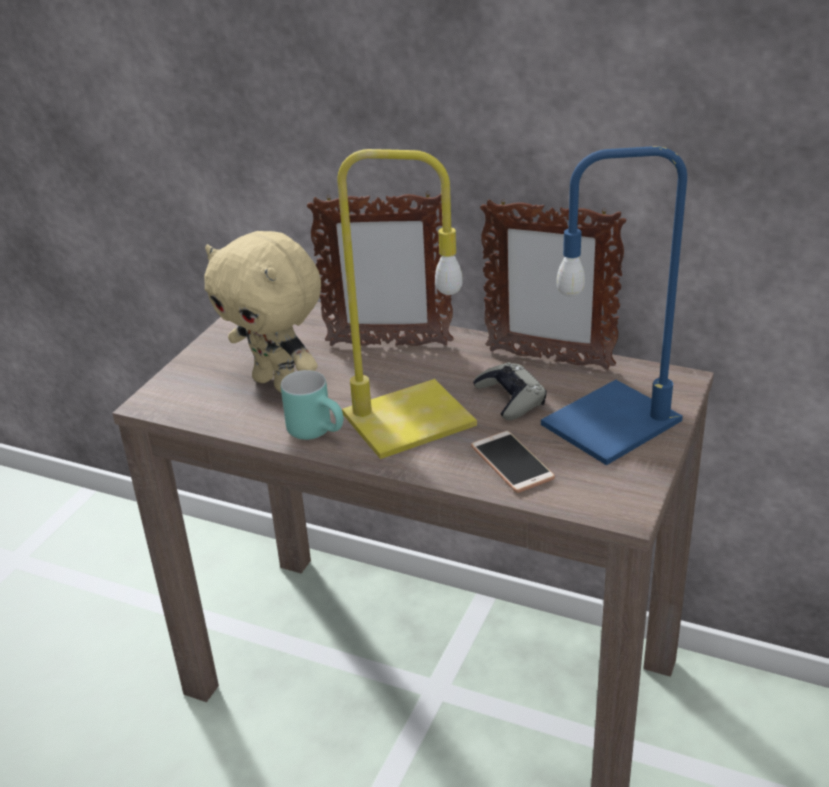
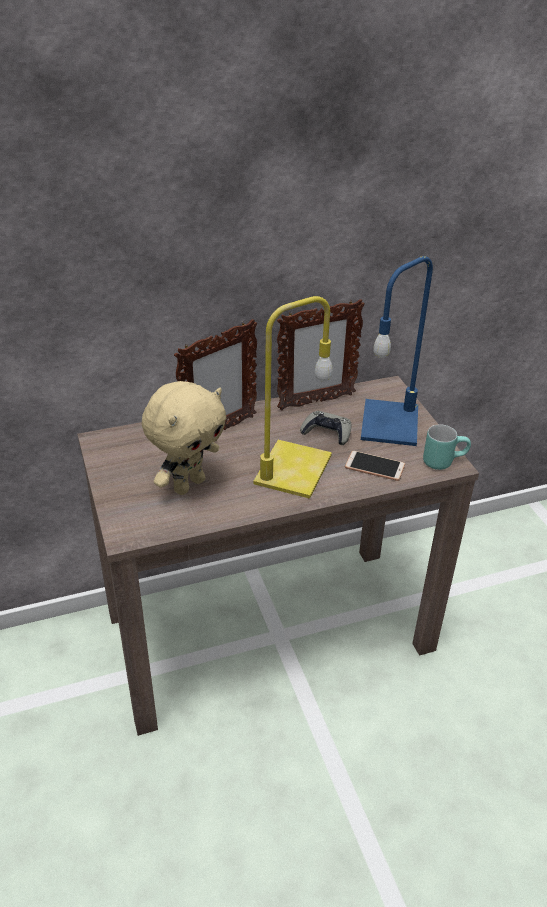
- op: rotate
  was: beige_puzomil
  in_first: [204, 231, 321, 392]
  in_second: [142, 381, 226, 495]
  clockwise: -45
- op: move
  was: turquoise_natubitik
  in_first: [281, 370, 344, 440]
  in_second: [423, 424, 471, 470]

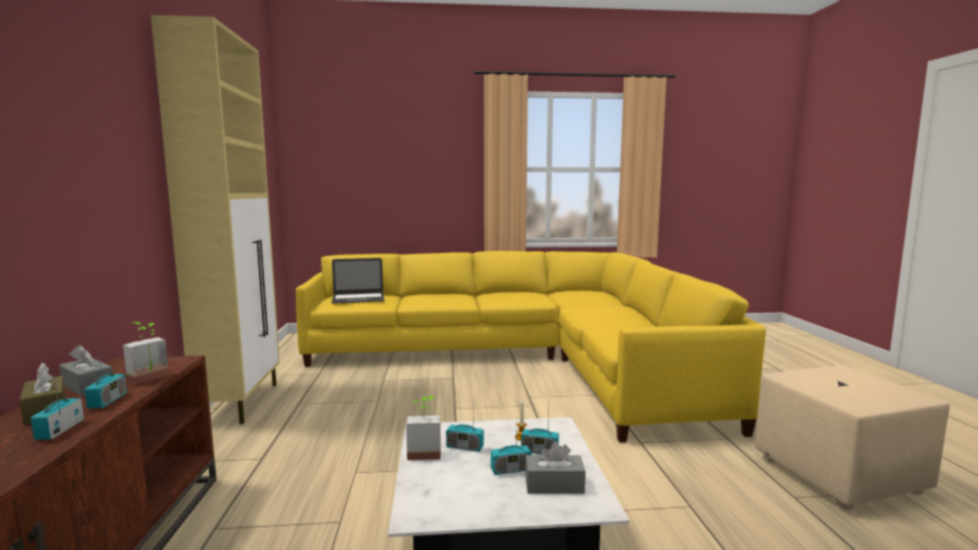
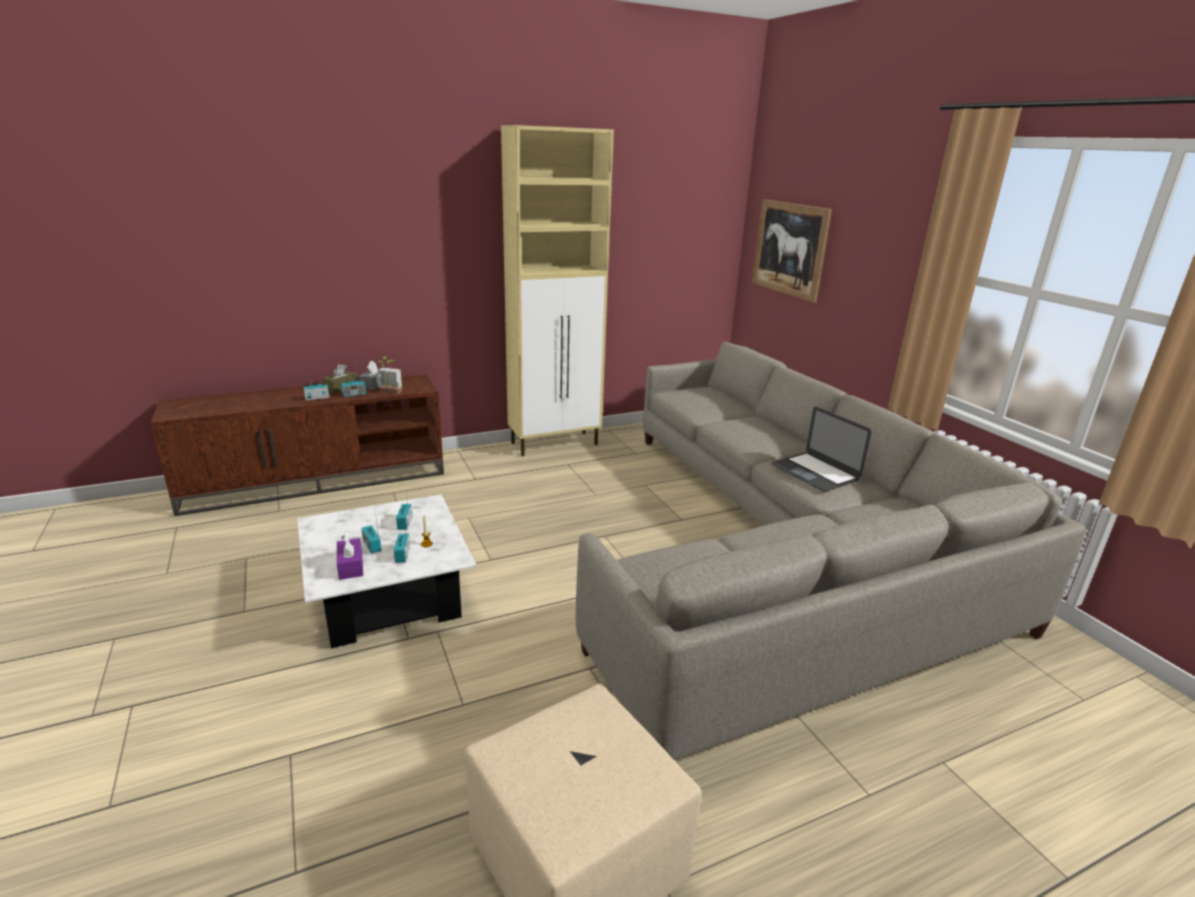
- op: recolor
  was: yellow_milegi
  now: grey_milegi
  in_first: [296, 251, 766, 442]
  in_second: [576, 342, 1086, 761]
- op: move
  was: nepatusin
  in_first: [331, 258, 384, 304]
  in_second: [771, 407, 872, 491]
- op: delete
  was: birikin
  in_first: [406, 396, 441, 460]
- op: recolor
  was: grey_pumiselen
  now: purple_pumiselen
  in_first: [525, 441, 586, 494]
  in_second: [337, 535, 363, 580]
- op: insert
  now: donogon
  in_second: [752, 199, 832, 303]

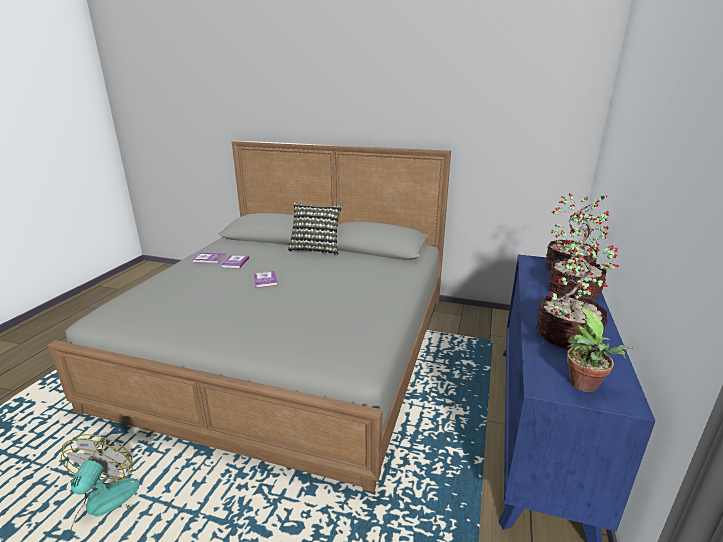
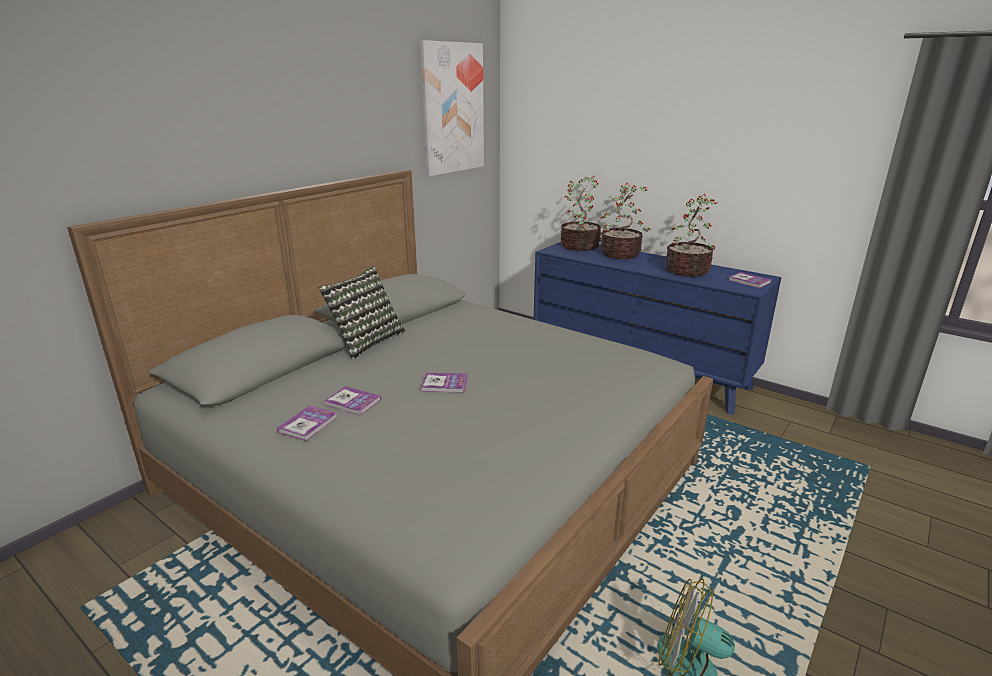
- op: replace
  was: birikin
  now: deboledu
  in_first: [567, 308, 634, 392]
  in_second: [729, 272, 772, 288]
- op: insert
  now: donogon
  in_second: [420, 40, 484, 177]

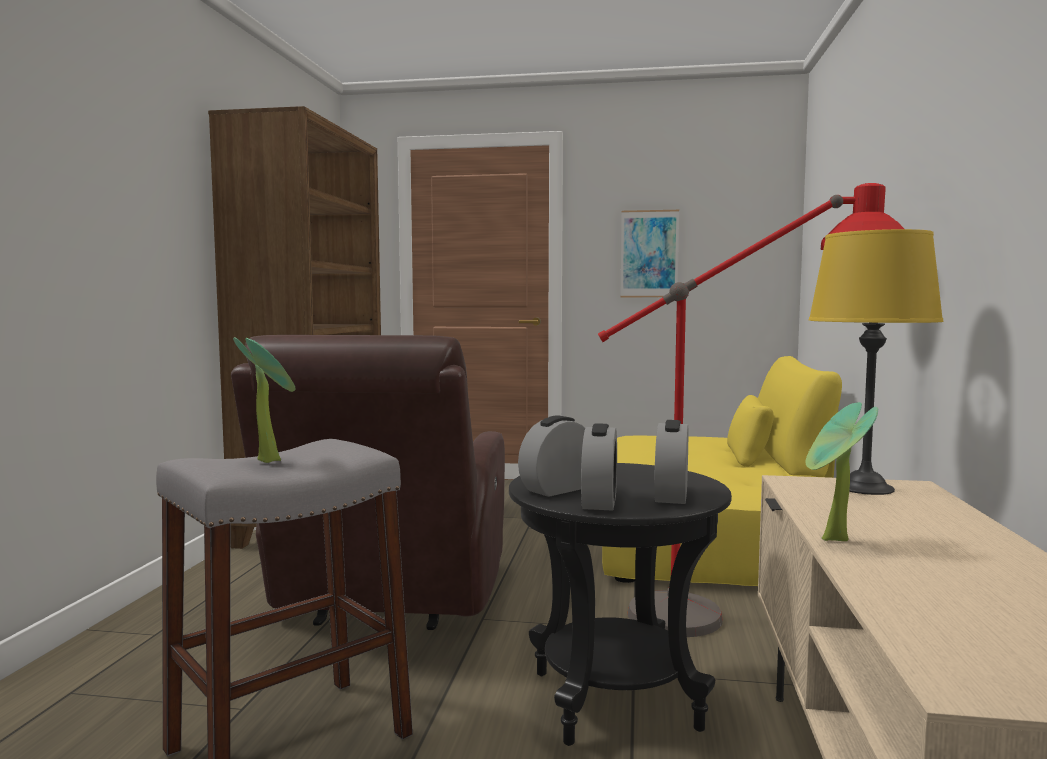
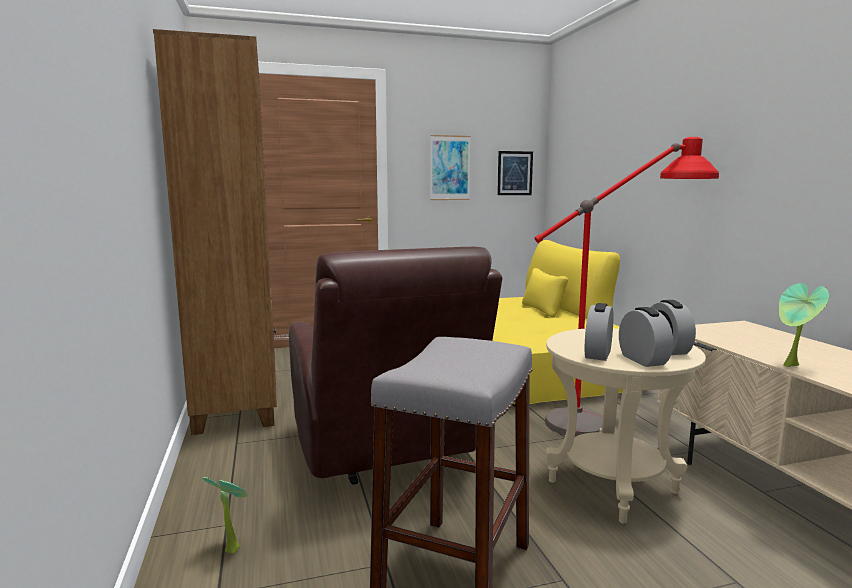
- op: delete
  was: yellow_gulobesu
  in_first: [809, 229, 943, 495]
- op: move
  was: birikin
  in_first: [233, 337, 296, 463]
  in_second: [202, 477, 248, 554]
- op: recolor
  was: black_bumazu
  now: beige_bumazu
  in_first: [509, 463, 732, 746]
  in_second: [546, 329, 706, 524]
- op: insert
  now: donogon
  in_second: [497, 151, 533, 195]

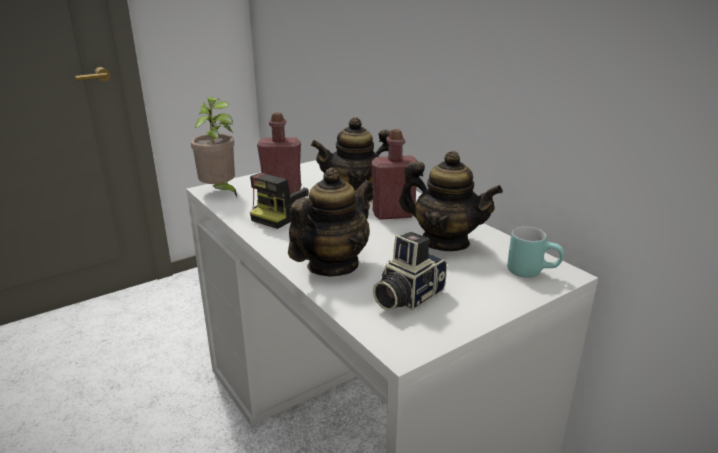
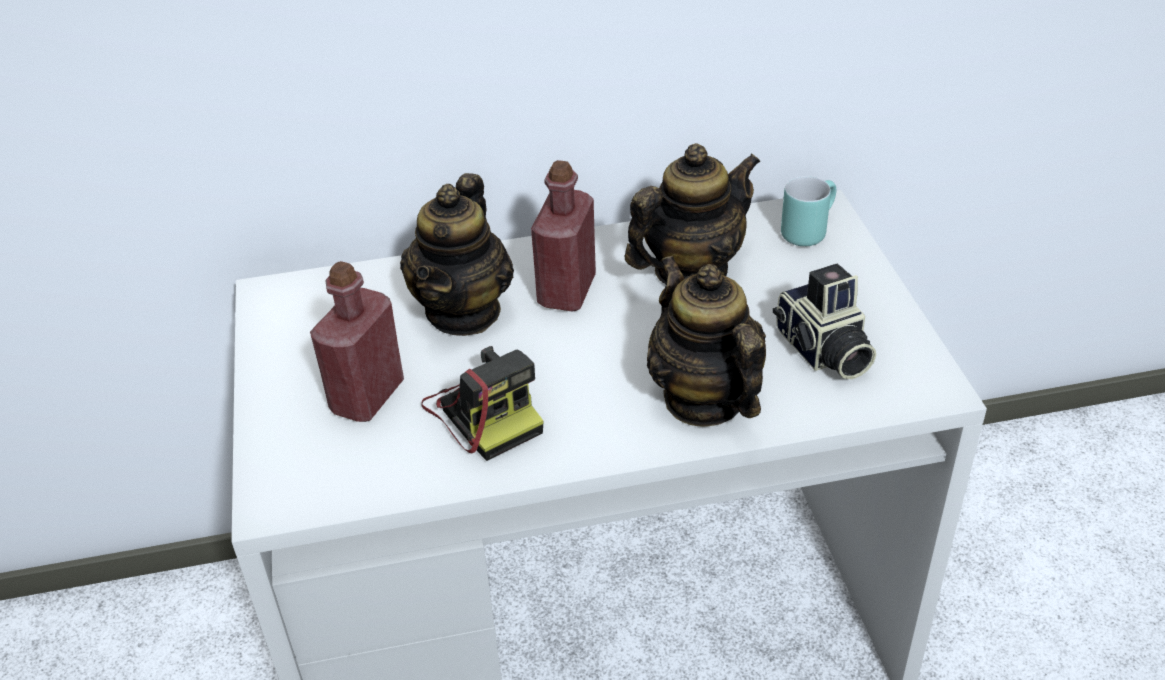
- op: delete
  was: birikin
  in_first: [191, 97, 237, 197]

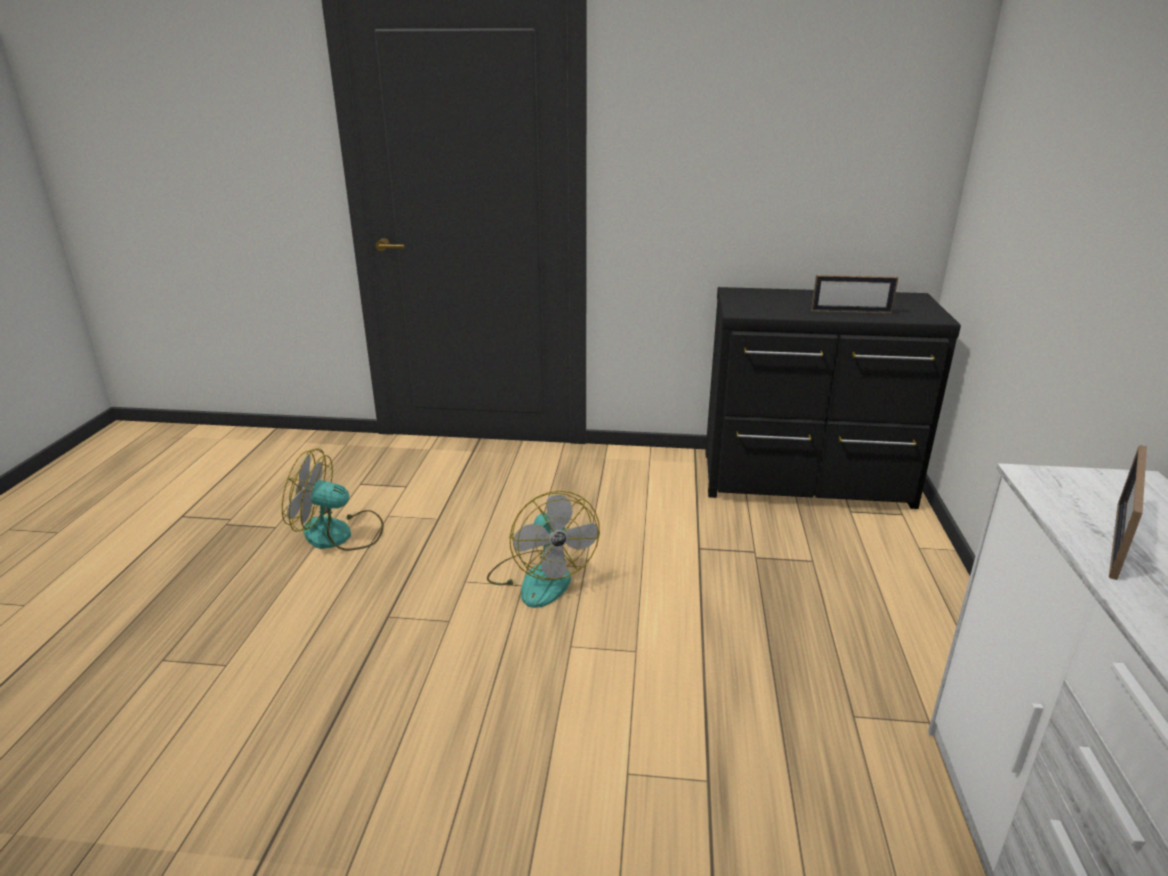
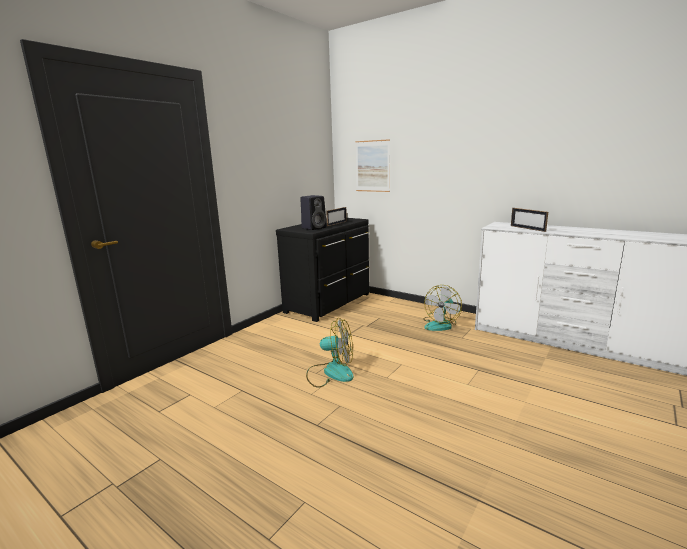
- op: move
  was: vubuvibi
  in_first: [282, 449, 384, 551]
  in_second: [423, 285, 462, 331]
- op: insert
  now: donogon
  in_second: [355, 139, 390, 192]
- op: insert
  now: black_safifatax
  in_second: [300, 195, 326, 230]

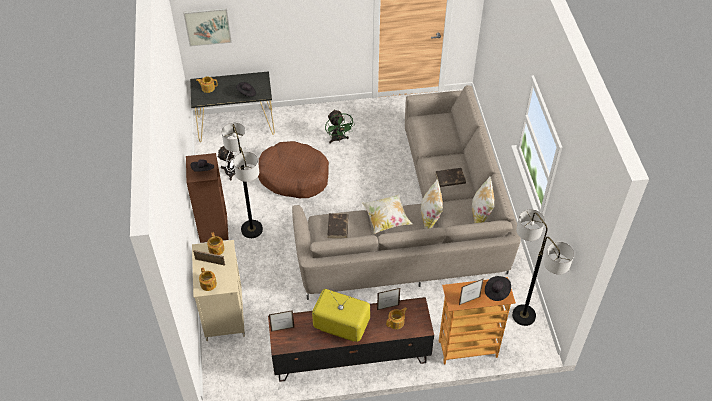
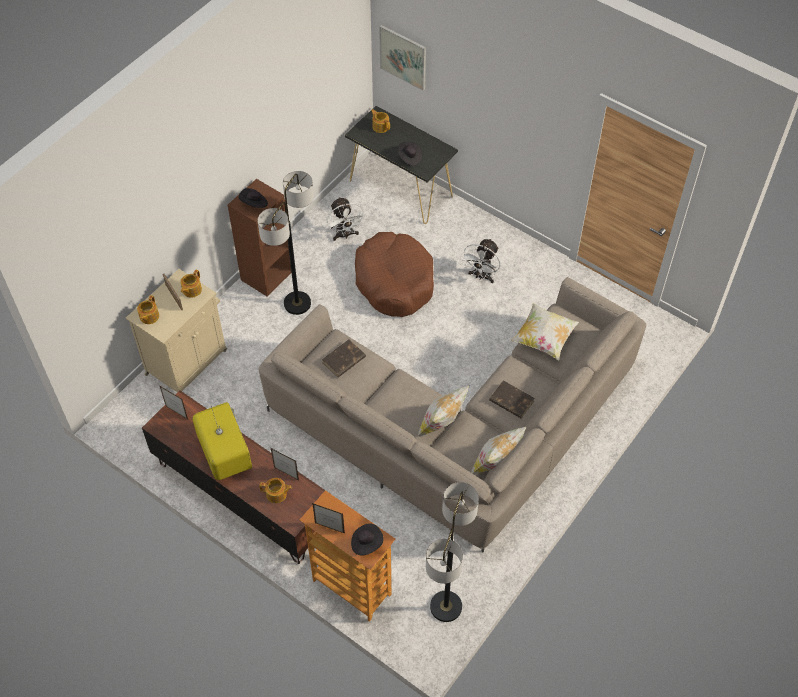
- op: recolor
  was: green_vubuvibi
  now: white_vubuvibi
  in_first: [325, 109, 355, 144]
  in_second: [461, 238, 500, 283]
- op: move
  was: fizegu
  in_first: [362, 194, 412, 234]
  in_second: [511, 303, 579, 361]

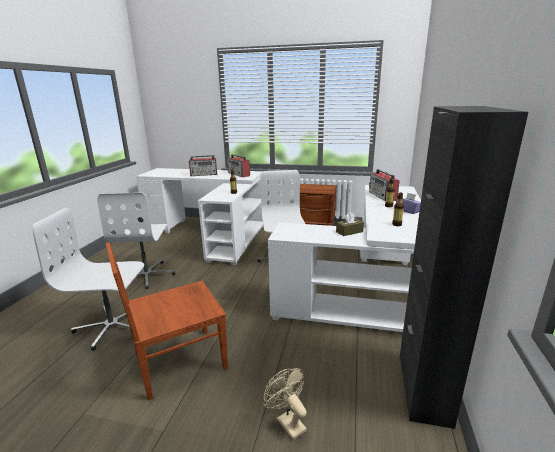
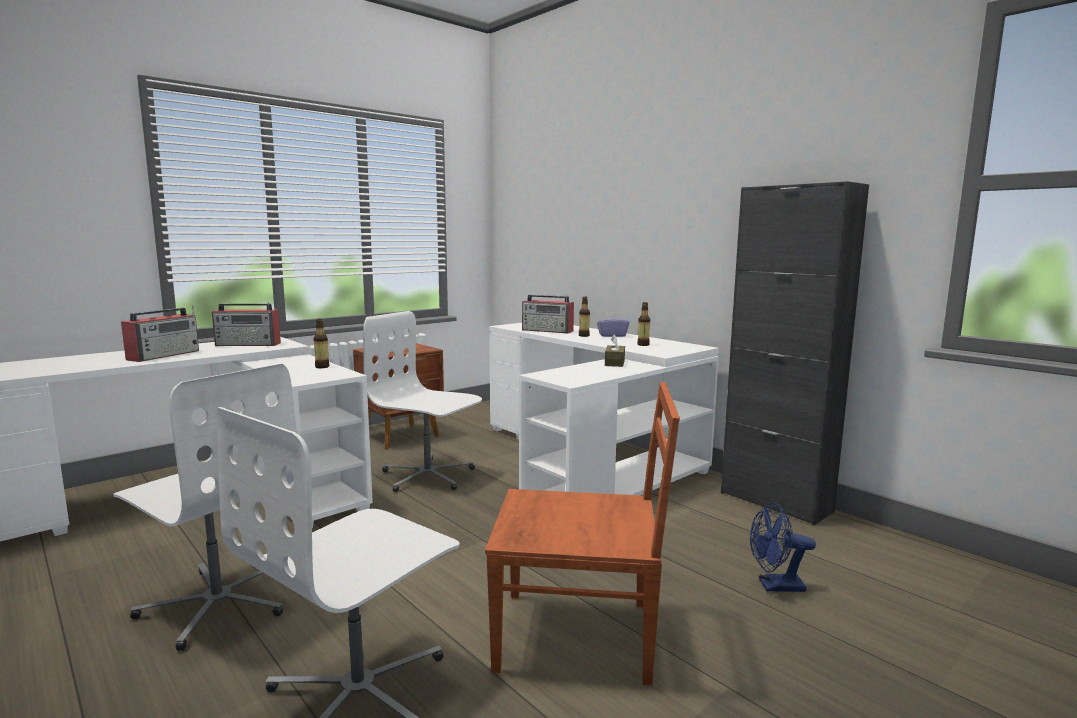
- op: rotate
  was: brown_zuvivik
  in_first: [106, 242, 228, 400]
  in_second: [485, 382, 680, 686]
  clockwise: -90
- op: recolor
  was: beige_vubuvibi
  now: blue_vubuvibi
  in_first: [263, 368, 307, 440]
  in_second: [750, 502, 816, 592]

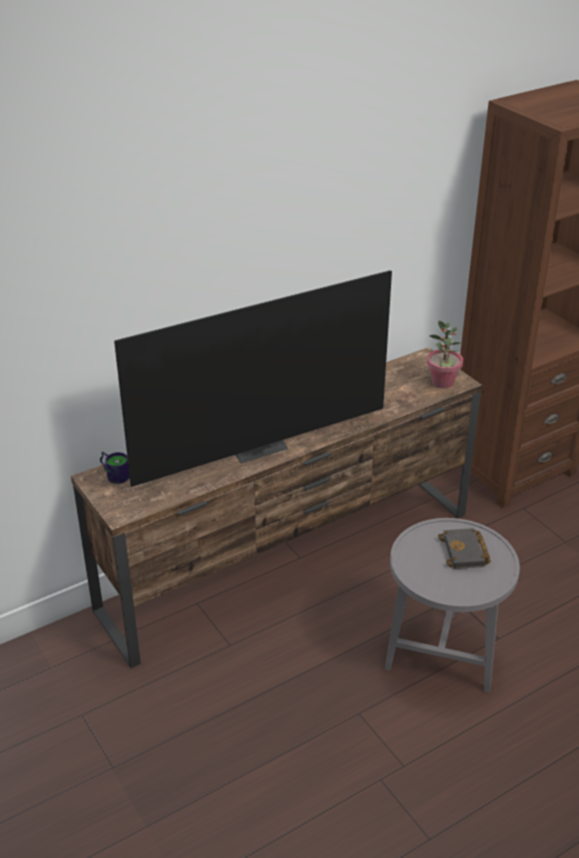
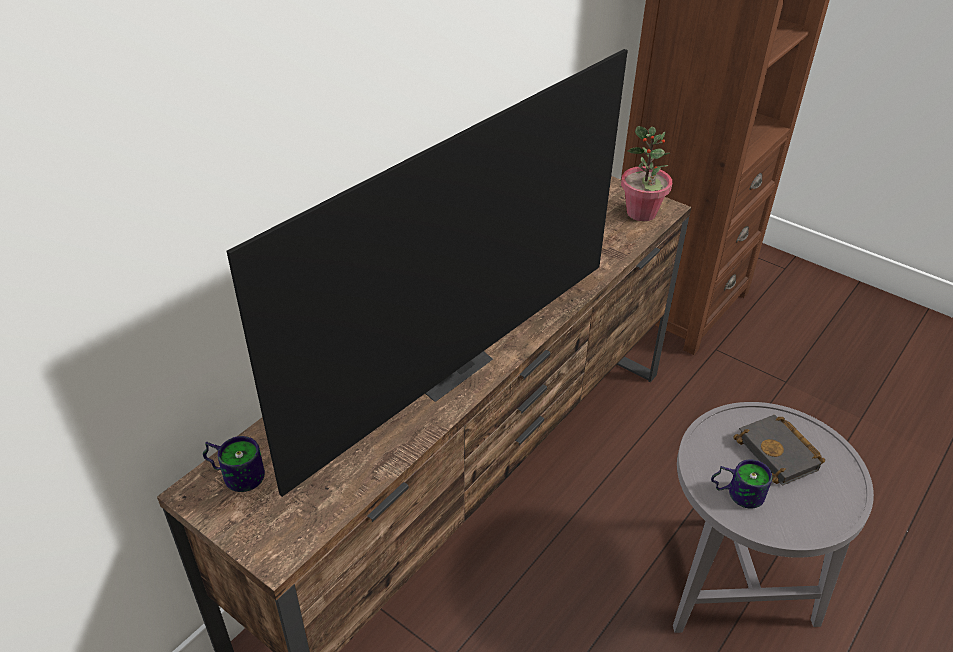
- op: insert
  now: natubitik
  in_second: [711, 459, 772, 509]

